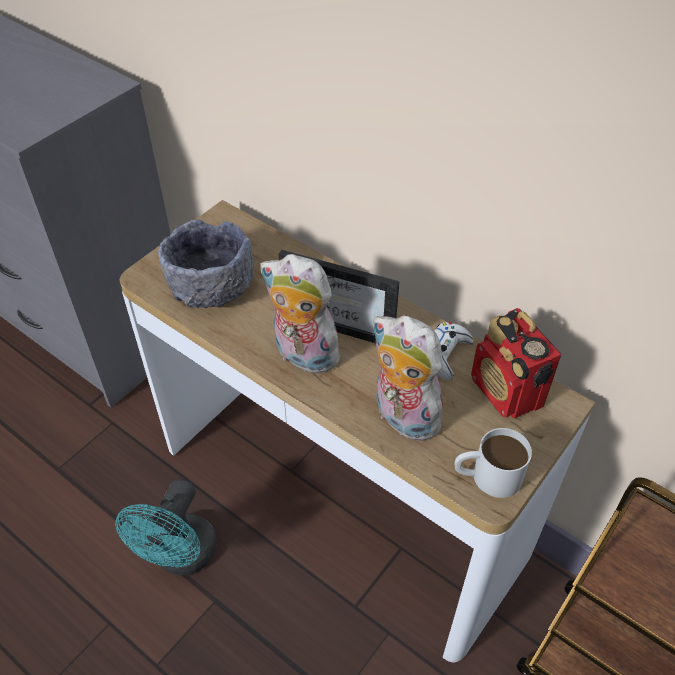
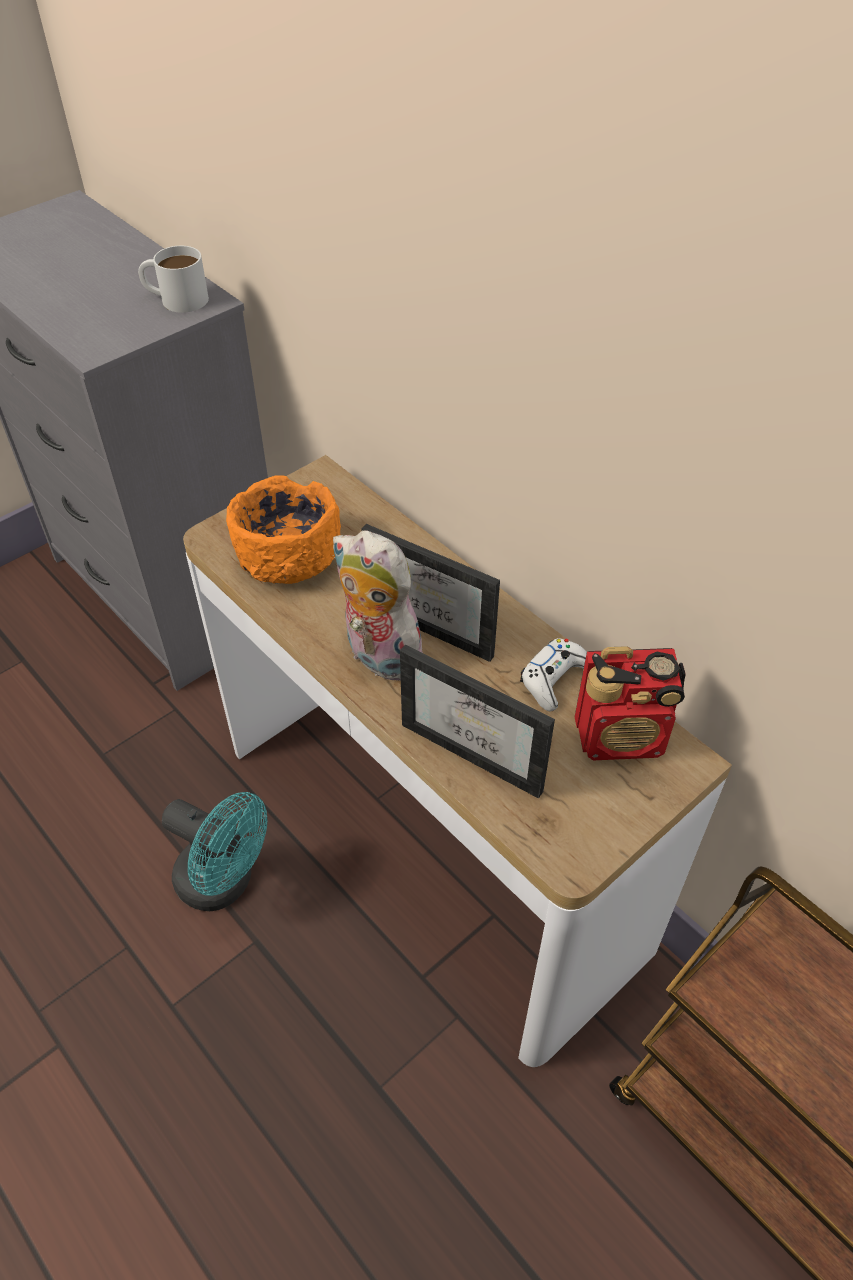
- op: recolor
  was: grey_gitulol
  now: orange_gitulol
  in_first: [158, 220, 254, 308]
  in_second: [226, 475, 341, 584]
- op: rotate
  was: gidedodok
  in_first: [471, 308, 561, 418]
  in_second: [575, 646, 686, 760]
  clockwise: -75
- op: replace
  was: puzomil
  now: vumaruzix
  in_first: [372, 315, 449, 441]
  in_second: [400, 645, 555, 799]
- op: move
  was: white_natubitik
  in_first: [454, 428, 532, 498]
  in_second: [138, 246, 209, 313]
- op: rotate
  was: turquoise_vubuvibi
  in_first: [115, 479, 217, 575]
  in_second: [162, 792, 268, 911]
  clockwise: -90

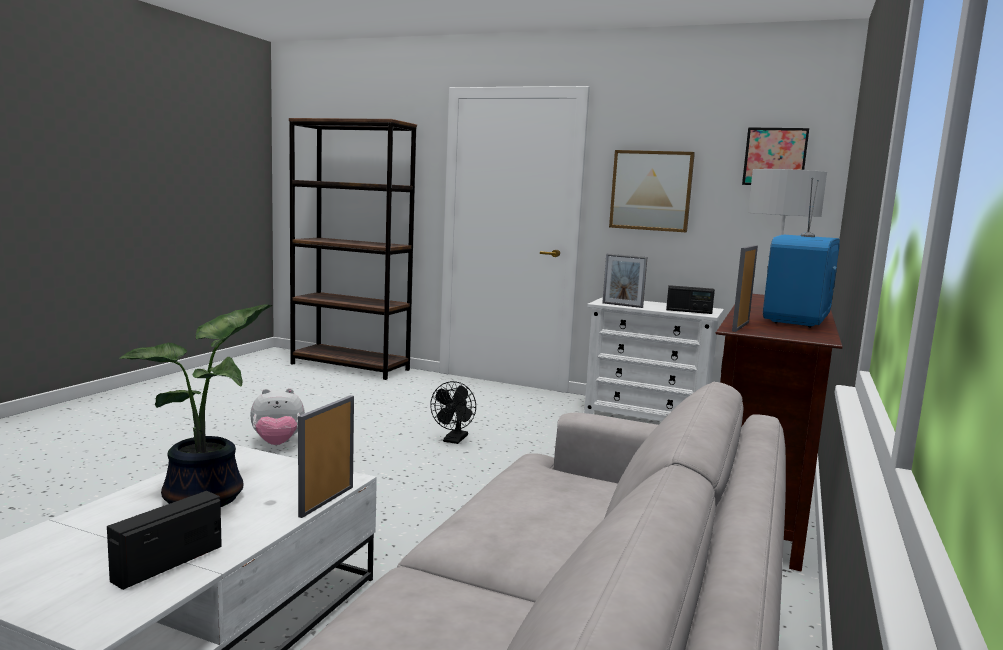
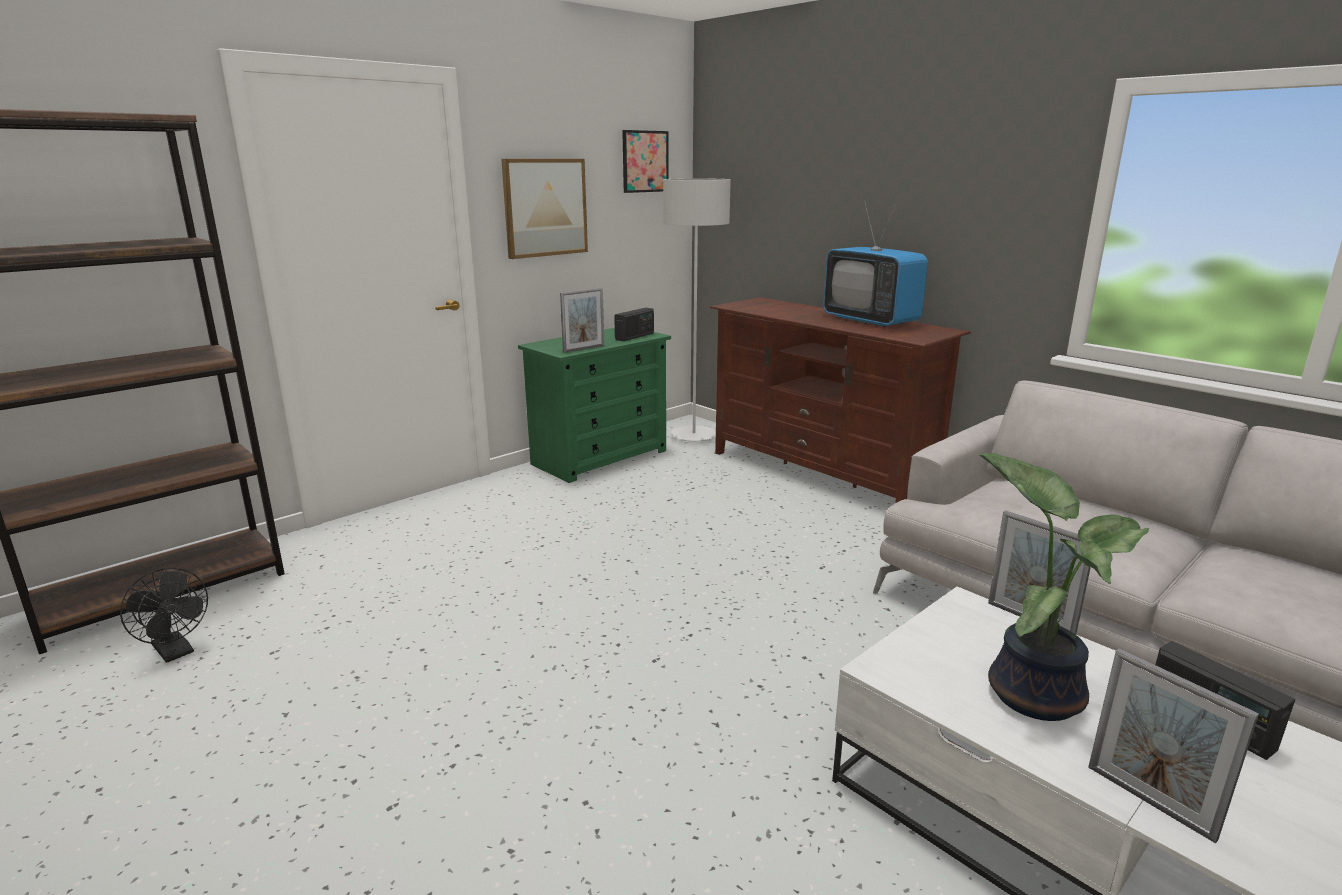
- op: move
  was: vumaruzix
  in_first: [732, 245, 758, 332]
  in_second: [1088, 648, 1259, 843]
- op: recolor
  was: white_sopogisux
  now: green_sopogisux
  in_first: [584, 297, 724, 421]
  in_second: [518, 328, 671, 483]
- op: move
  was: black_vubuvibi
  in_first: [430, 381, 476, 444]
  in_second: [120, 568, 208, 663]
- op: delete
  was: puzomil
  in_first: [250, 388, 305, 445]

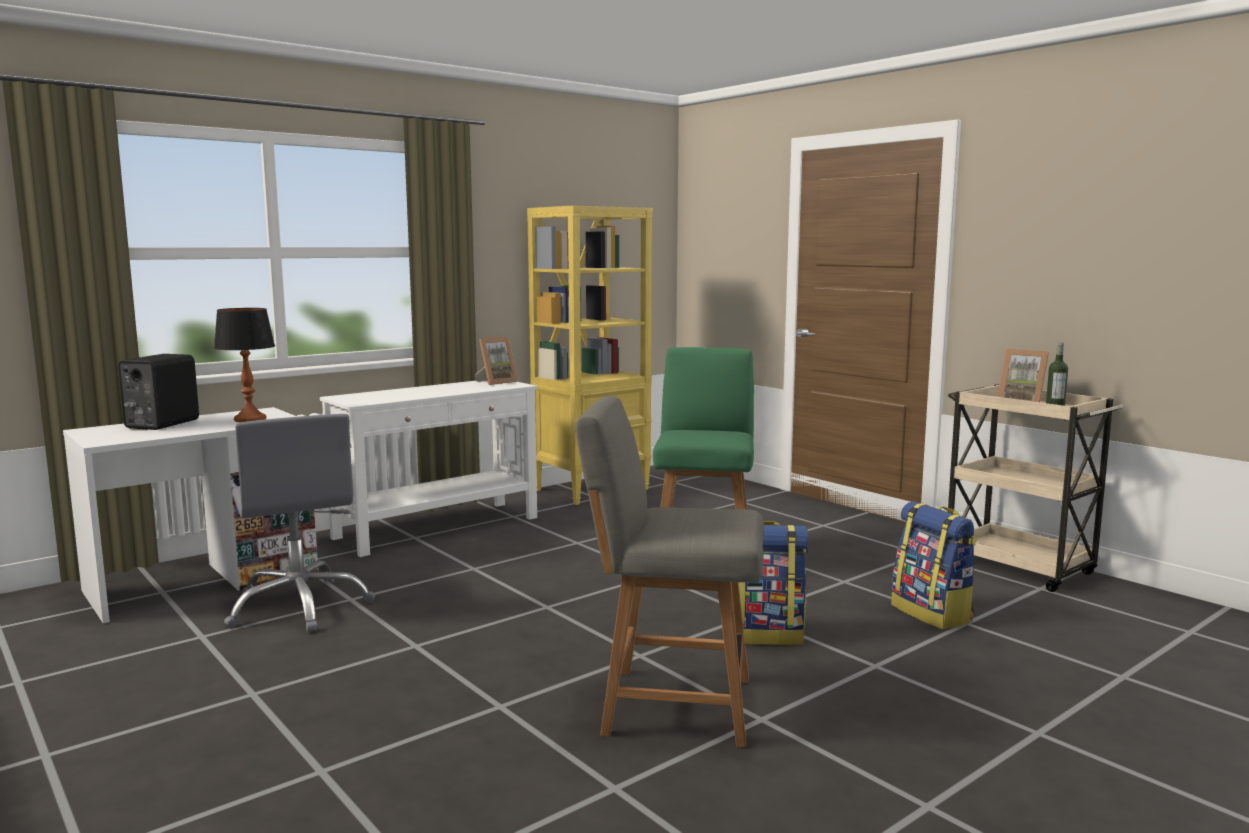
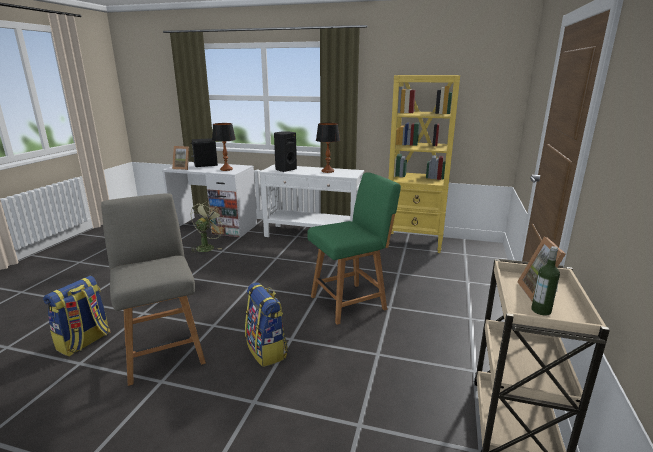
- op: move
  was: vumaruzix
  in_first: [475, 337, 518, 385]
  in_second: [172, 146, 189, 170]
- op: replace
  was: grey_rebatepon
  now: green_vubuvibi
  in_first: [224, 414, 375, 633]
  in_second: [191, 202, 225, 253]
- op: move
  was: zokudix
  in_first: [891, 501, 977, 630]
  in_second: [43, 276, 110, 357]
- op: insert
  now: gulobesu
  in_second: [316, 123, 340, 173]
- op: insert
  now: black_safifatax
  in_second: [274, 131, 297, 172]

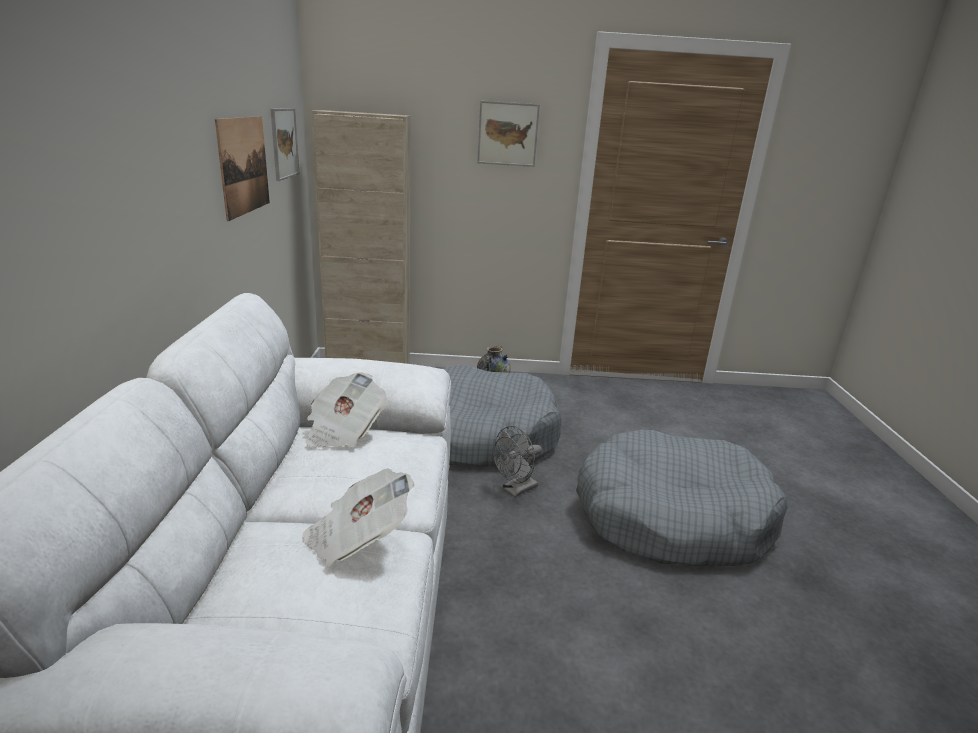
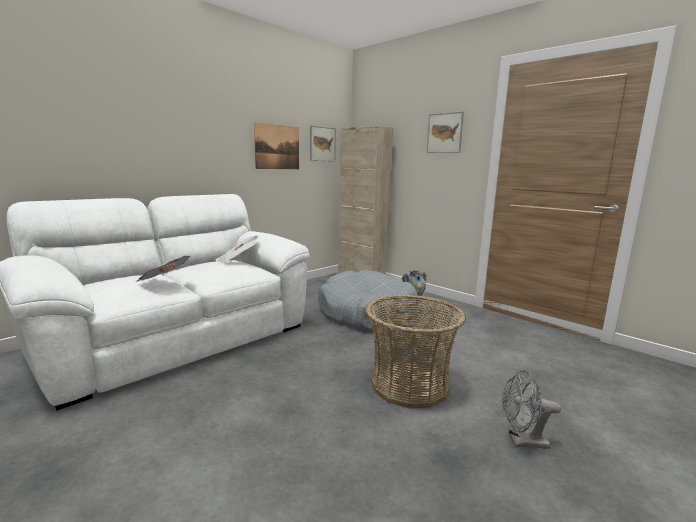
- op: move
  was: grey_vubuvibi
  in_first: [493, 426, 542, 497]
  in_second: [502, 370, 561, 449]
- op: replace
  was: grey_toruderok
  now: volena
  in_first: [576, 430, 788, 567]
  in_second: [365, 294, 466, 409]

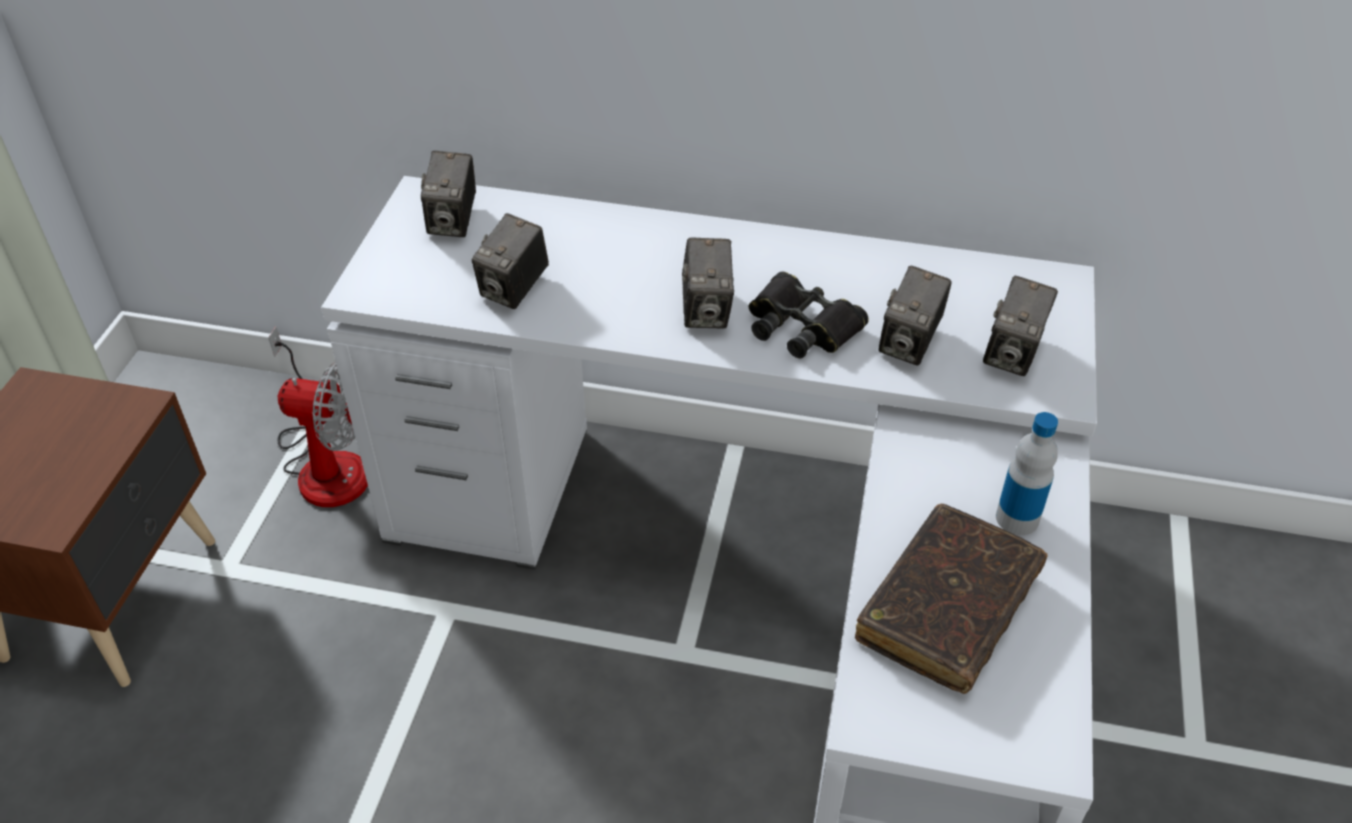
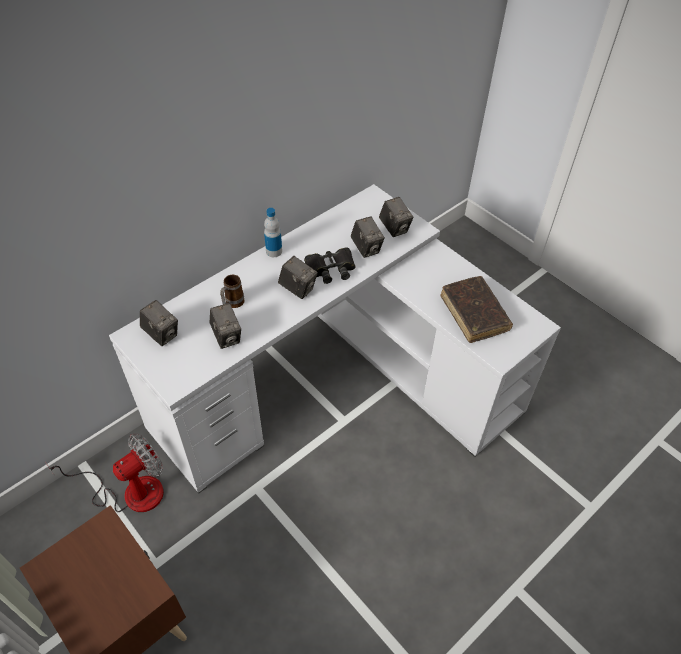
- op: move
  was: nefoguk
  in_first: [996, 412, 1058, 535]
  in_second: [264, 208, 282, 257]
- op: insert
  now: natubitik
  in_second: [220, 275, 245, 308]

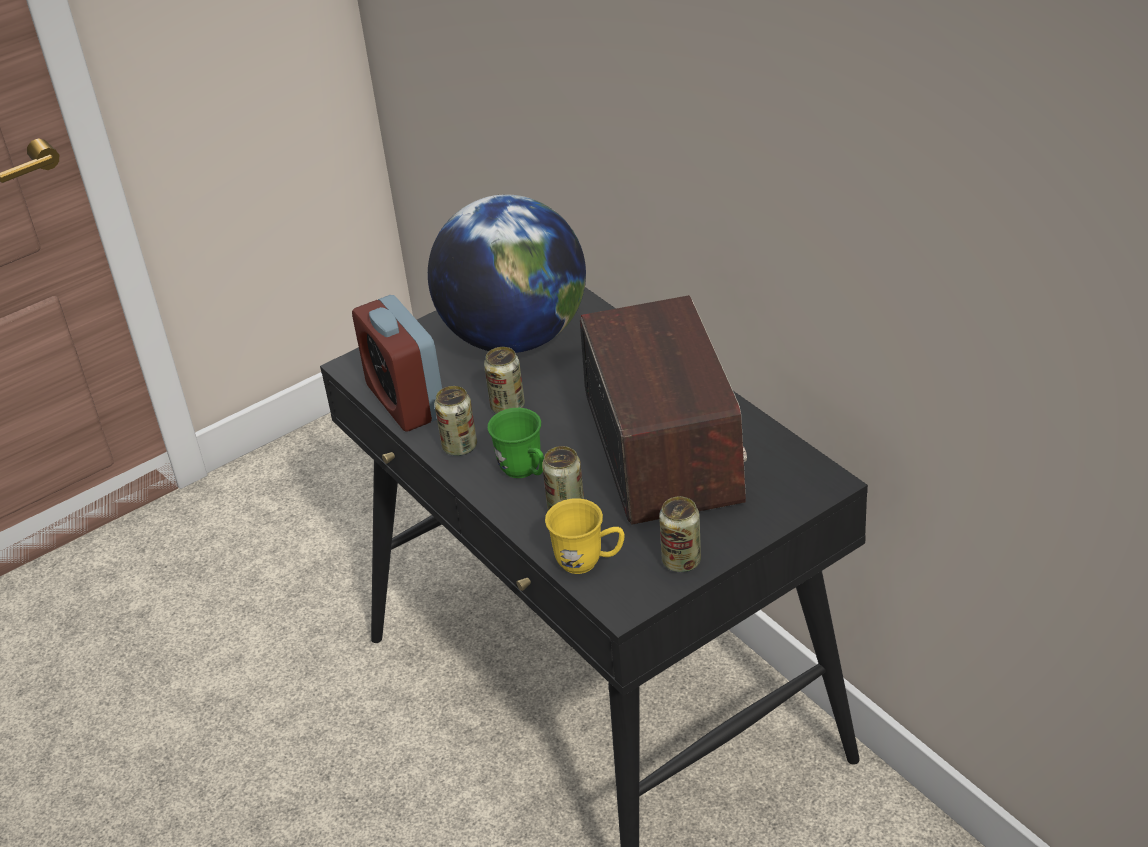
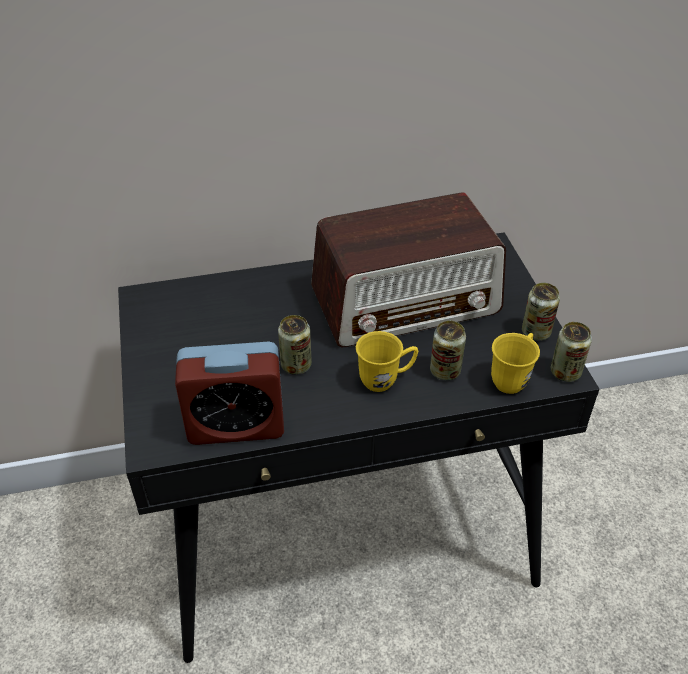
- op: delete
  was: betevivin
  in_first: [428, 194, 586, 353]
- op: rotate
  was: gidedodok
  in_first: [580, 295, 747, 525]
  in_second: [311, 192, 506, 347]
  clockwise: 150
- op: move
  was: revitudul
  in_first: [434, 386, 477, 456]
  in_second: [551, 322, 592, 382]
- op: recolor
  was: green_natubitik
  now: yellow_natubitik
  in_first: [488, 408, 544, 478]
  in_second: [356, 331, 418, 392]

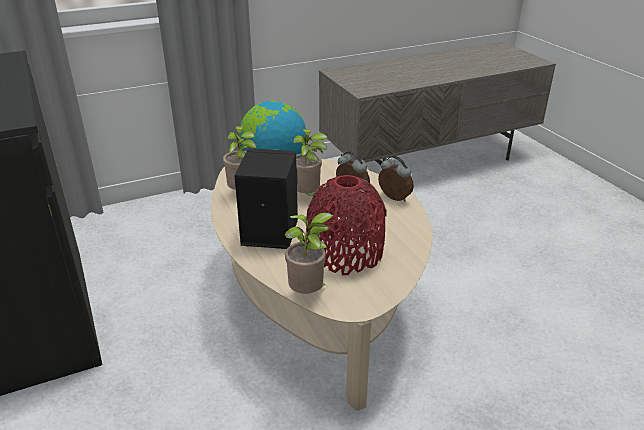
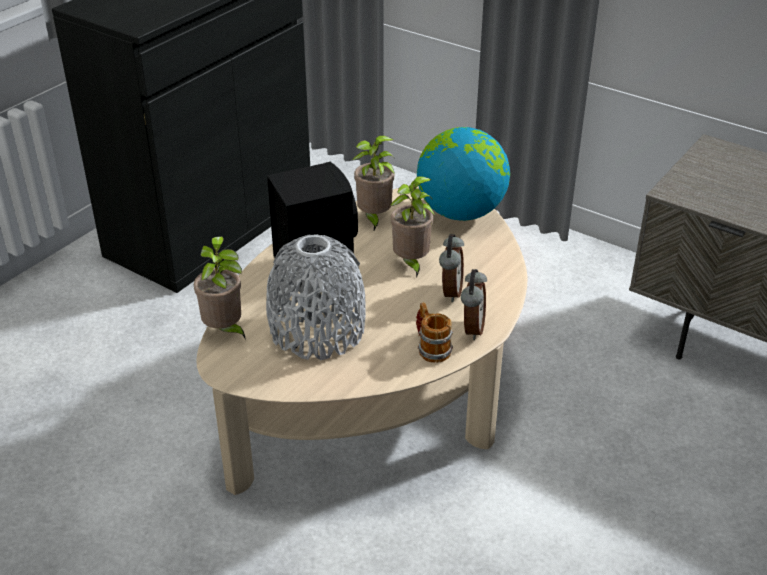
- op: recolor
  was: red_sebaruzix
  now: grey_sebaruzix
  in_first: [307, 175, 386, 275]
  in_second: [266, 234, 366, 360]
- op: insert
  now: natubitik
  in_second: [416, 302, 453, 363]

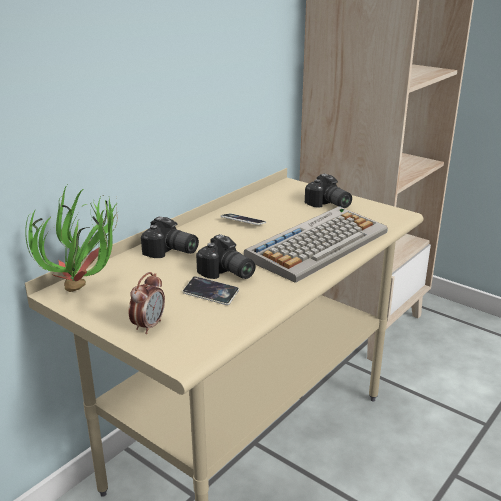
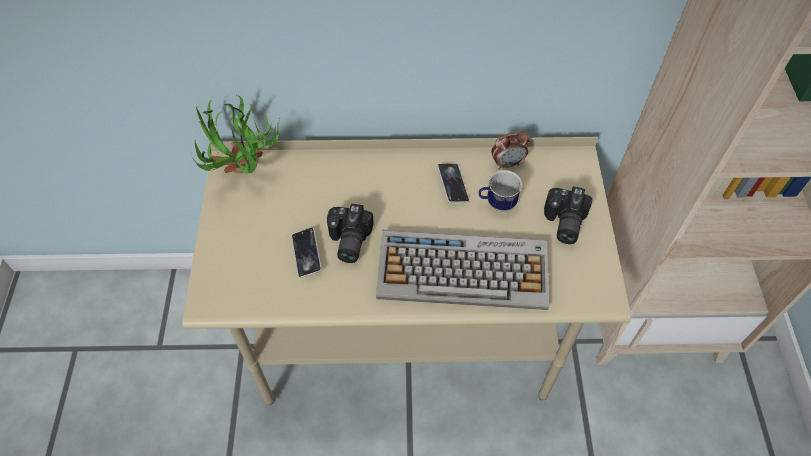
- op: delete
  was: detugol
  in_first: [141, 216, 199, 258]
- op: move
  was: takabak
  in_first: [129, 272, 165, 334]
  in_second: [491, 131, 530, 170]
- op: insert
  now: natubitik
  in_second: [479, 170, 523, 212]

